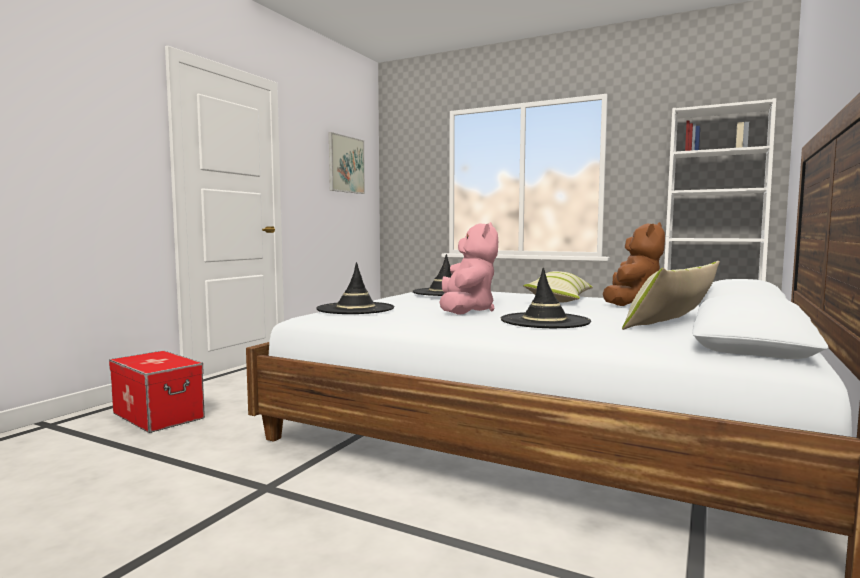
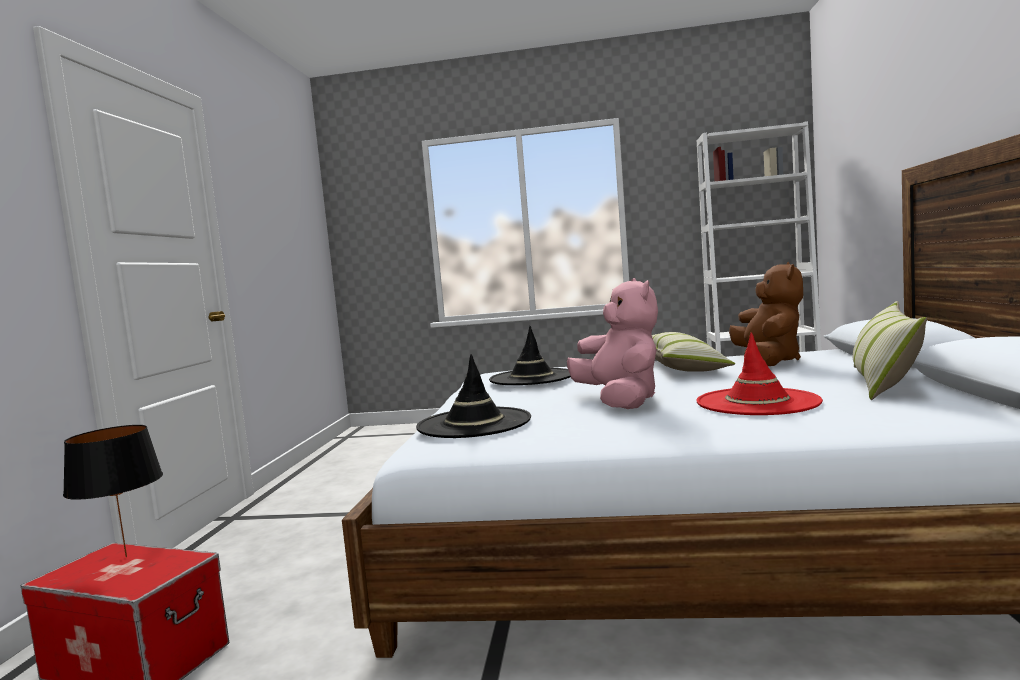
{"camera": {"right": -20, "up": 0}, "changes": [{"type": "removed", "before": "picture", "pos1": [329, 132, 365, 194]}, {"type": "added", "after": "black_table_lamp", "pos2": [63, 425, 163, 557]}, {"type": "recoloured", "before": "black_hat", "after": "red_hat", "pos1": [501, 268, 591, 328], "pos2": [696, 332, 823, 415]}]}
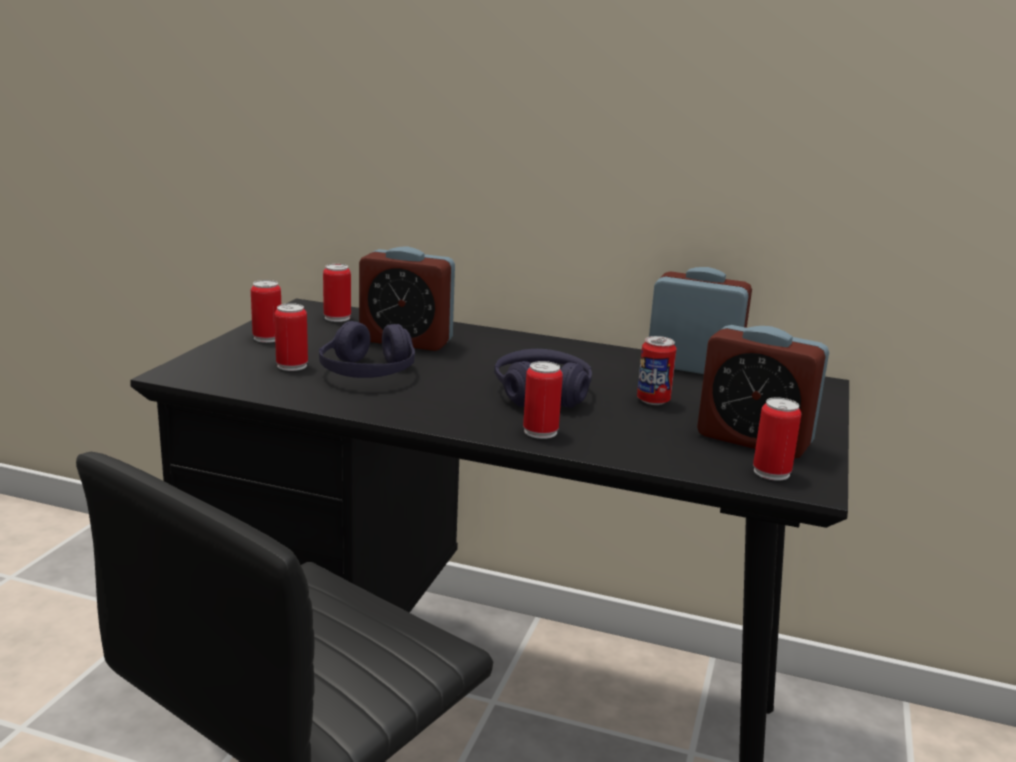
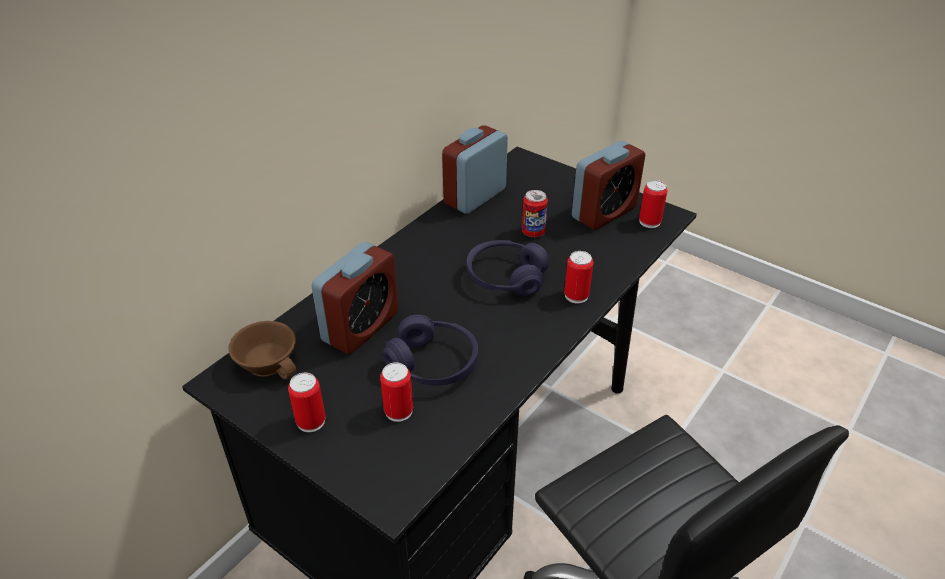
{"camera": {"right": -70, "up": 20}, "changes": [{"type": "replaced", "before": "can", "after": "brown_cup", "pos1": [323, 264, 351, 322], "pos2": [228, 321, 296, 380]}]}
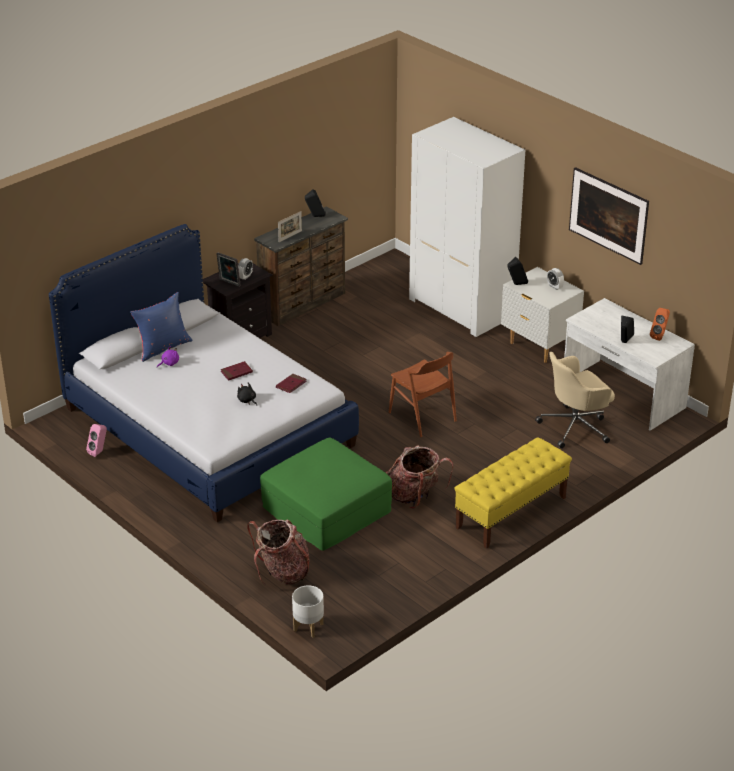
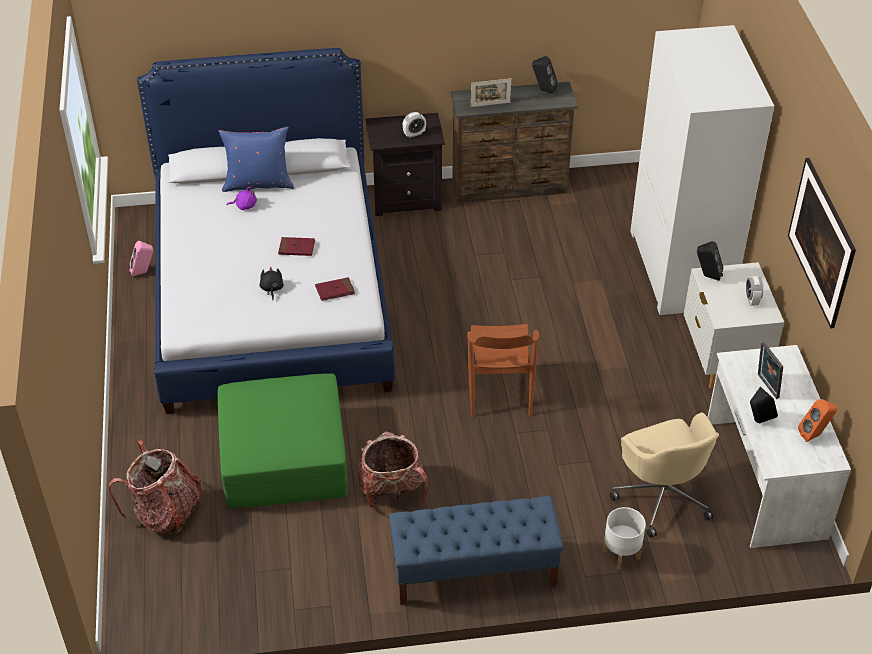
{"camera": {"right": 35, "up": 10}, "changes": [{"type": "moved", "before": "picture_frame", "pos1": [216, 253, 241, 287], "pos2": [758, 342, 783, 399]}, {"type": "moved", "before": "white_planter", "pos1": [292, 585, 324, 638], "pos2": [603, 507, 646, 570]}, {"type": "recoloured", "before": "yellow_bench", "after": "blue_bench", "pos1": [455, 437, 572, 549], "pos2": [389, 496, 564, 605]}, {"type": "turned", "before": "beige_office_chair", "pos1": [535, 352, 615, 448], "pos2": [610, 413, 719, 538], "turn": -120}]}
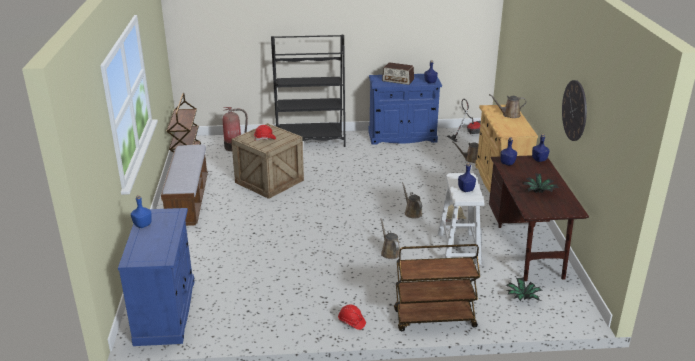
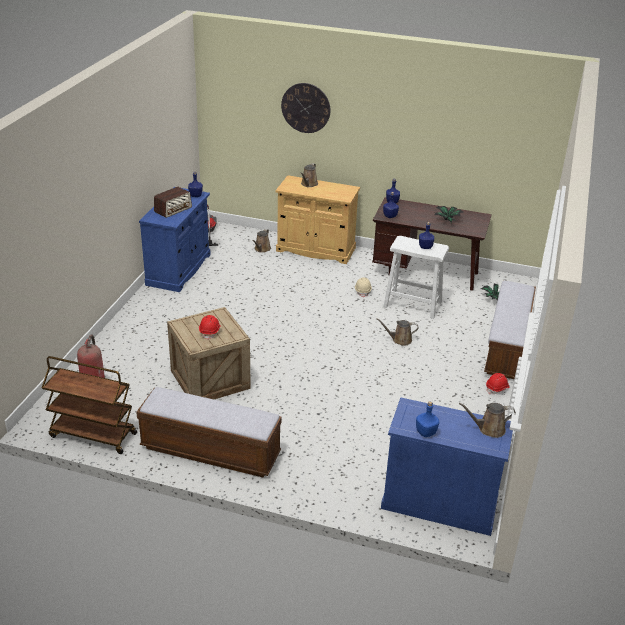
{"camera": {"right": -70, "up": 5}, "changes": [{"type": "removed", "before": "black_bookcase", "pos1": [271, 35, 346, 147]}, {"type": "moved", "before": "brown_watering_can", "pos1": [402, 182, 422, 219], "pos2": [459, 403, 516, 438]}, {"type": "moved", "before": "wall_clock", "pos1": [562, 80, 587, 141], "pos2": [281, 83, 330, 133]}, {"type": "replaced", "before": "brown_cart", "after": "bench", "pos1": [394, 244, 480, 331], "pos2": [484, 281, 536, 379]}]}
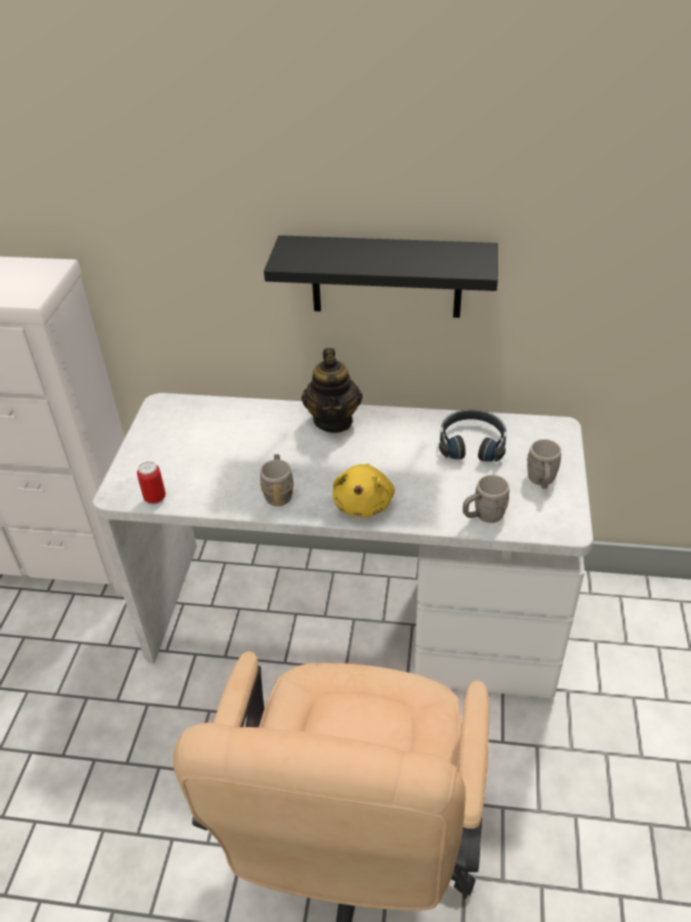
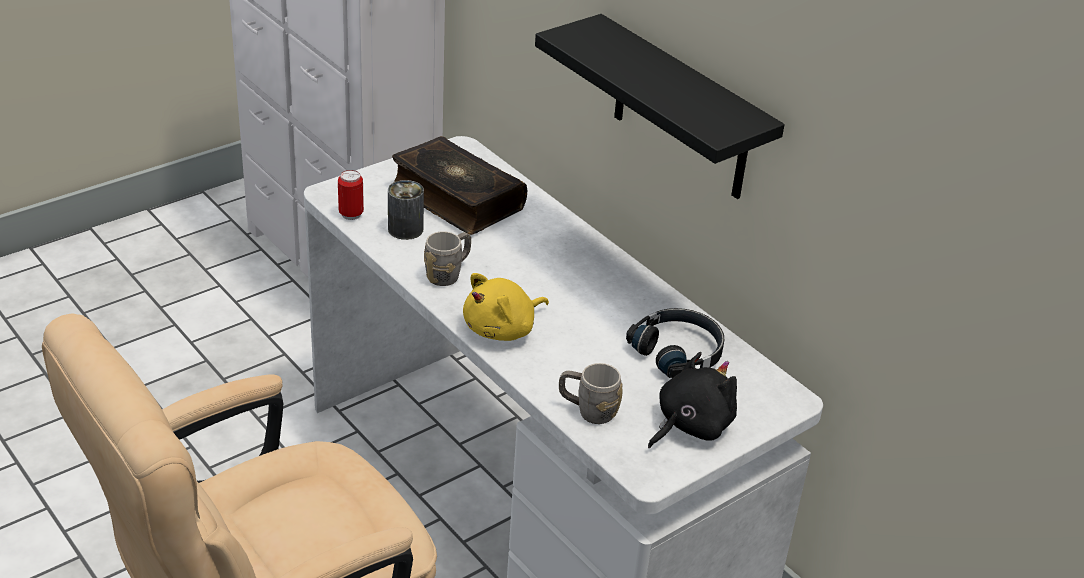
{"camera": {"right": 40, "up": -5}, "changes": [{"type": "removed", "before": "teapot", "pos1": [301, 348, 363, 433]}, {"type": "added", "after": "can", "pos2": [388, 180, 424, 240]}, {"type": "added", "after": "book", "pos2": [392, 136, 527, 235]}, {"type": "replaced", "before": "grey_mug", "after": "black_plush_toy", "pos1": [527, 439, 561, 489], "pos2": [648, 352, 737, 448]}]}
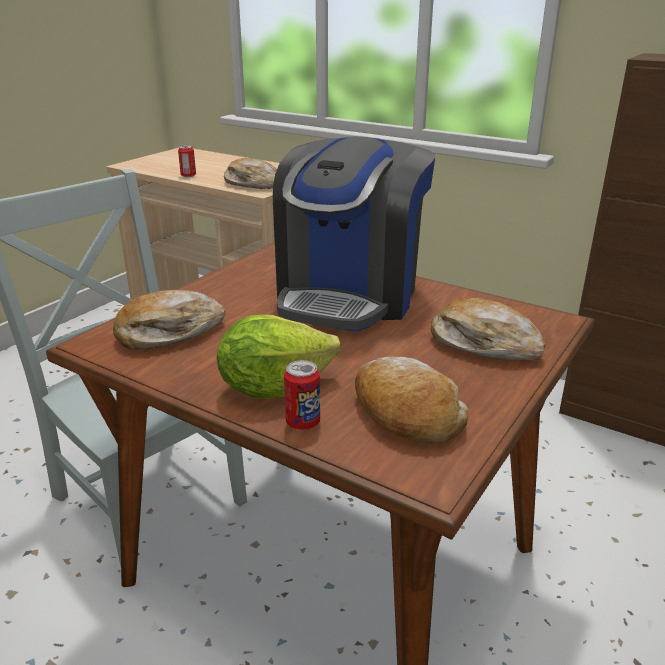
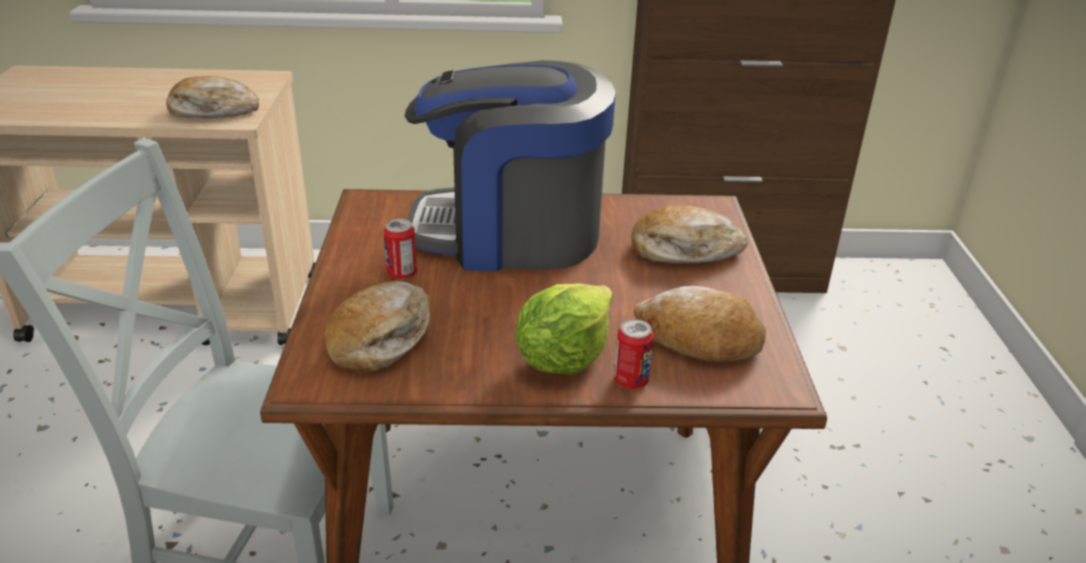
{"camera": {"right": -35, "up": 5}, "changes": [{"type": "moved", "before": "can", "pos1": [178, 145, 196, 177], "pos2": [384, 219, 417, 279]}, {"type": "turned", "before": "coffee_machine", "pos1": [273, 136, 435, 332], "pos2": [405, 60, 616, 272], "turn": 105}]}
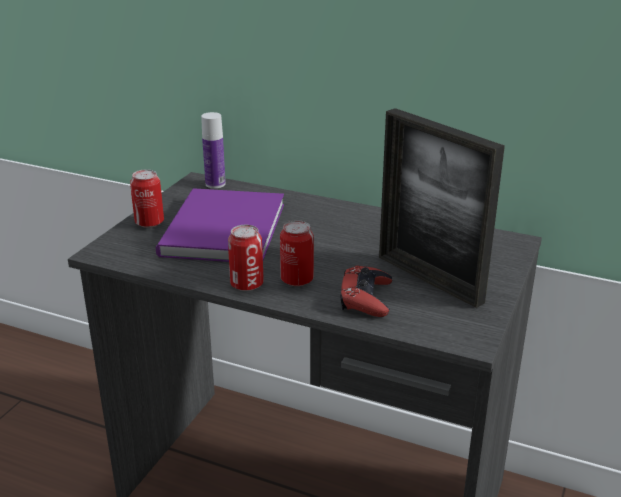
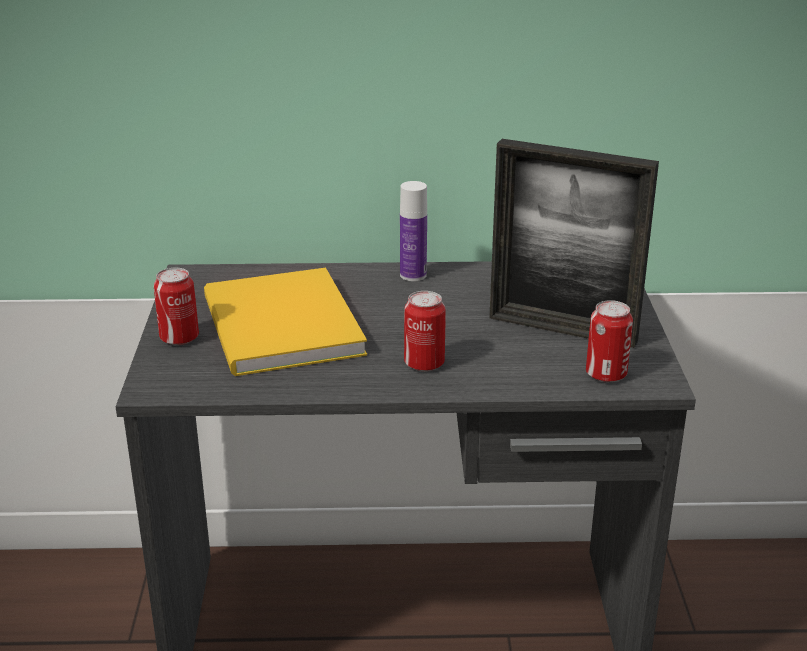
{"camera": {"right": -25, "up": 0}, "changes": [{"type": "removed", "before": "red_game_controller", "pos1": [340, 265, 392, 317]}, {"type": "moved", "before": "bottle", "pos1": [201, 112, 226, 188], "pos2": [400, 181, 427, 281]}, {"type": "moved", "before": "can", "pos1": [228, 225, 264, 291], "pos2": [586, 300, 633, 382]}, {"type": "recoloured", "before": "purple_book", "after": "yellow_book", "pos1": [155, 188, 284, 262], "pos2": [204, 268, 367, 376]}]}
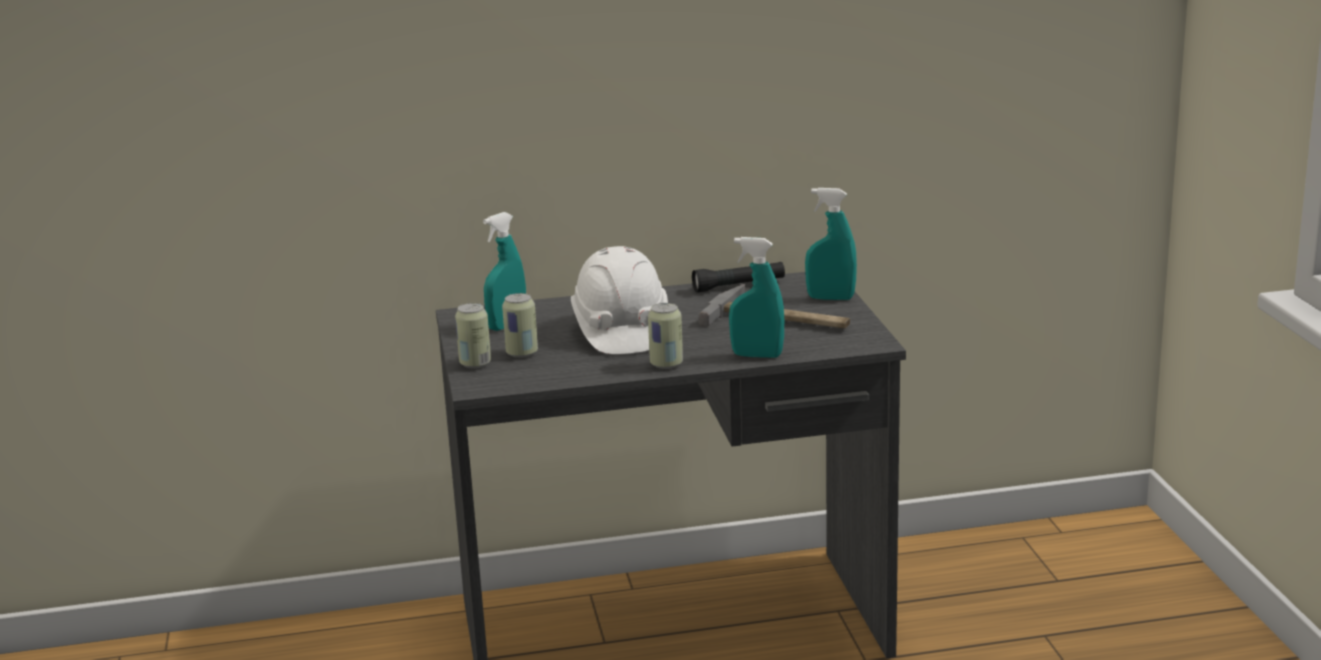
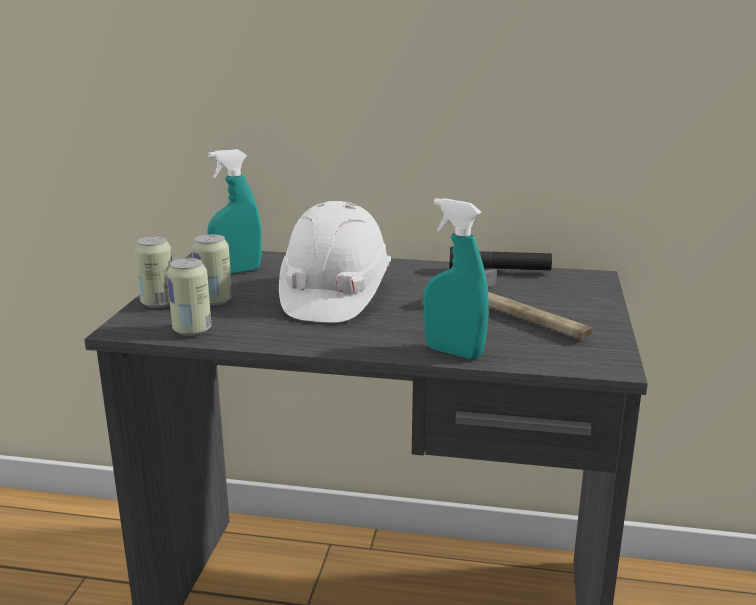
{"camera": {"right": 20, "up": 0}, "changes": [{"type": "removed", "before": "turquoise_spray_bottle", "pos1": [805, 188, 857, 300]}, {"type": "moved", "before": "can", "pos1": [648, 303, 683, 369], "pos2": [167, 258, 211, 336]}]}
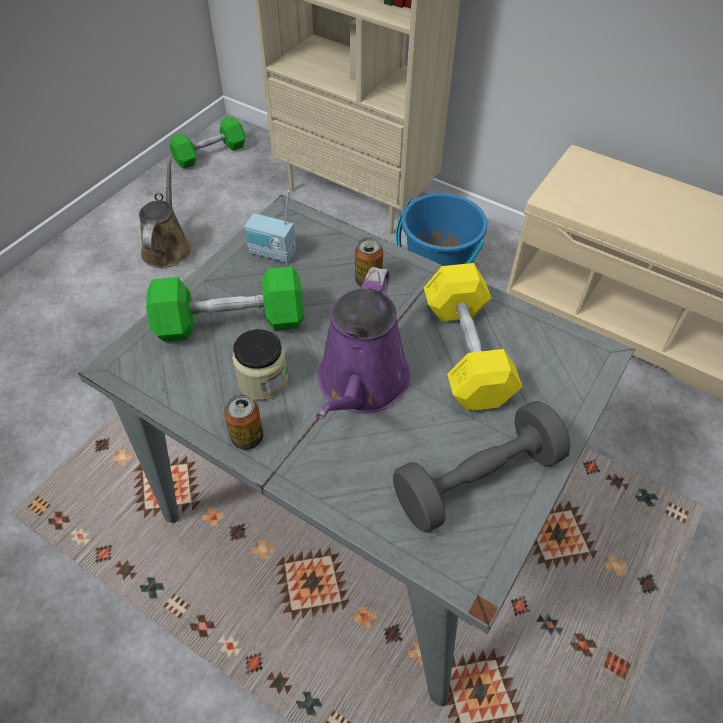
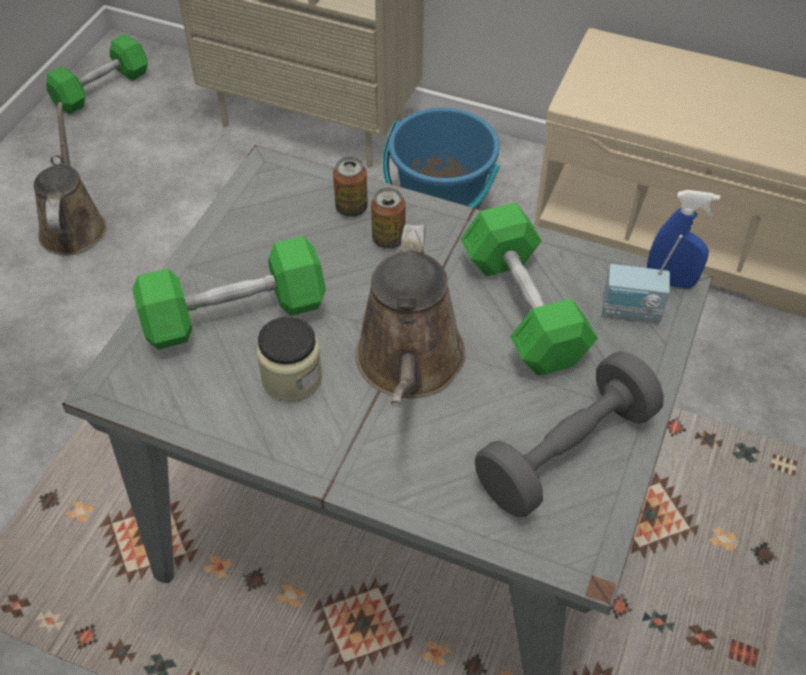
{"camera": {"right": -10, "up": 0}, "changes": [{"type": "added", "after": "blue_spray_bottle", "pos2": [647, 190, 720, 289]}, {"type": "moved", "before": "can", "pos1": [224, 395, 263, 450], "pos2": [333, 157, 368, 217]}, {"type": "moved", "before": "radio", "pos1": [244, 191, 296, 263], "pos2": [602, 235, 682, 322]}, {"type": "recoloured", "before": "purple_watering_can", "after": "brown_watering_can", "pos1": [316, 267, 410, 419], "pos2": [355, 224, 465, 406]}, {"type": "recoloured", "before": "yellow_dumbbell", "after": "green_dumbbell", "pos1": [424, 263, 523, 410], "pos2": [461, 203, 598, 376]}]}
